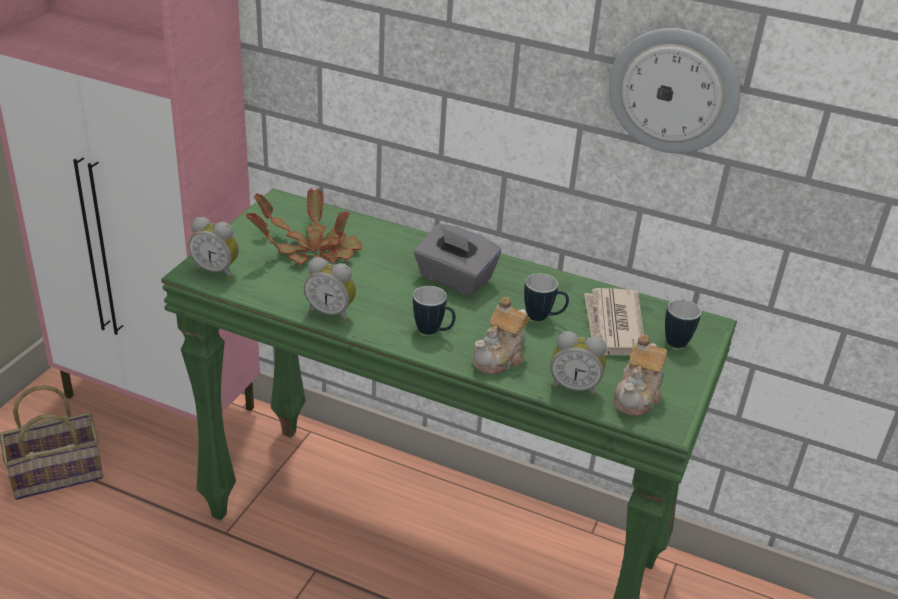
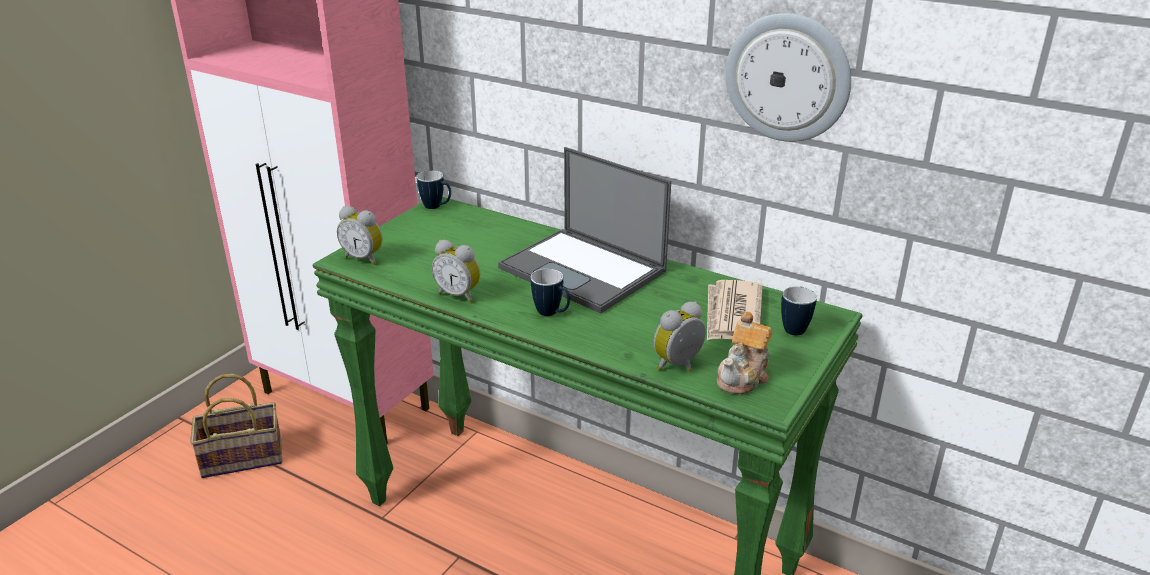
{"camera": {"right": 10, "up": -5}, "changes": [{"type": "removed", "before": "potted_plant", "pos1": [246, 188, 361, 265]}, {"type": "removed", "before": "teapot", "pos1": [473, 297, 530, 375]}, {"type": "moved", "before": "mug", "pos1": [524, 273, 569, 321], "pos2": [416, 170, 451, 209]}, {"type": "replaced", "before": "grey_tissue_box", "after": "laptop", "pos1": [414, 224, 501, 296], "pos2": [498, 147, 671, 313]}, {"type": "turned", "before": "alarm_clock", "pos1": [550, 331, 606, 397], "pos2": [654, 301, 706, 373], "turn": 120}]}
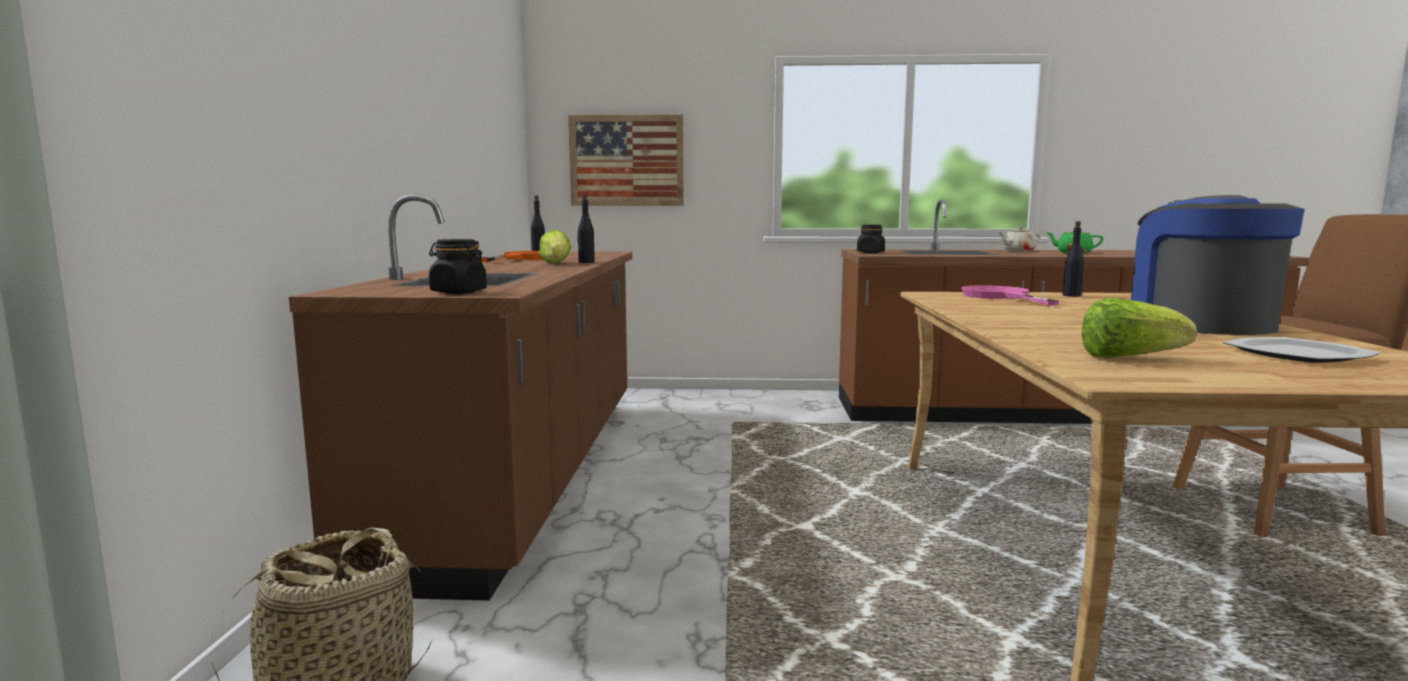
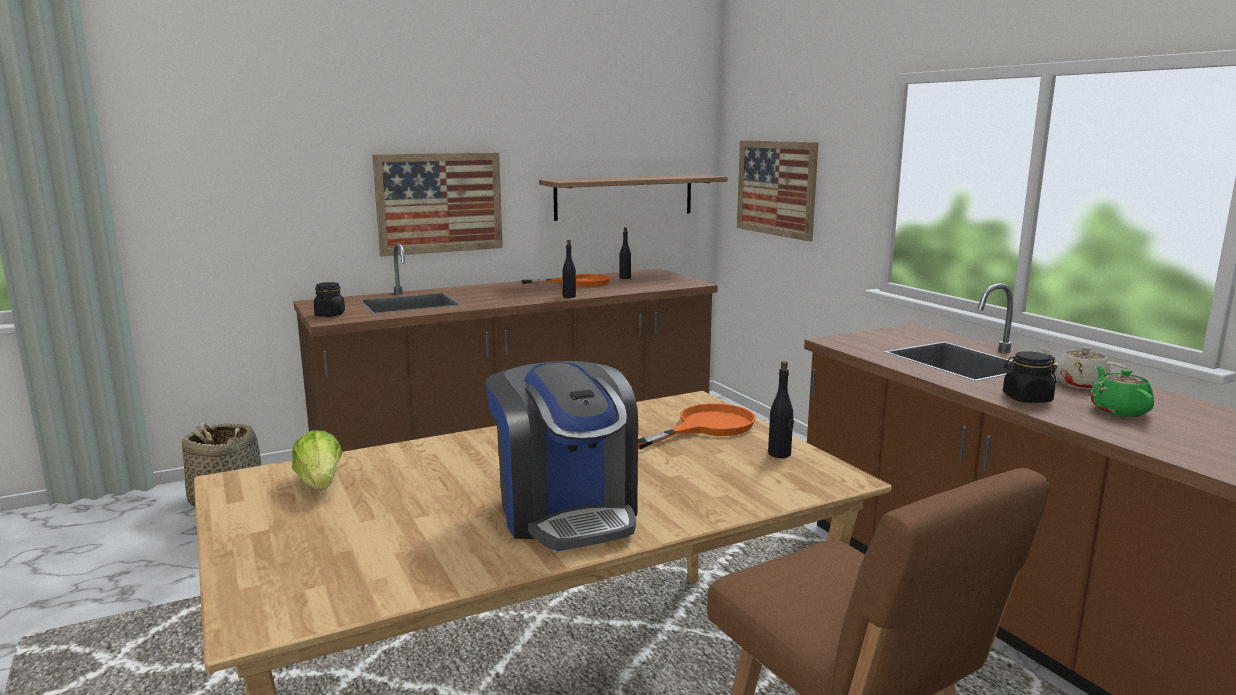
{"camera": {"right": 60, "up": 5}, "changes": [{"type": "removed", "before": "lettuce", "pos1": [539, 230, 571, 263]}, {"type": "removed", "before": "plate", "pos1": [1223, 337, 1381, 363]}, {"type": "added", "after": "picture", "pos2": [372, 152, 503, 256]}, {"type": "added", "after": "shelf", "pos2": [539, 175, 727, 221]}, {"type": "moved", "before": "black_jar", "pos1": [857, 224, 885, 253], "pos2": [1003, 351, 1057, 403]}, {"type": "recoloured", "before": "pink_frying_pan", "after": "orange_frying_pan", "pos1": [961, 285, 1059, 305], "pos2": [638, 403, 756, 450]}, {"type": "turned", "before": "coffee_machine", "pos1": [1131, 195, 1305, 335], "pos2": [486, 361, 638, 551], "turn": 105}]}
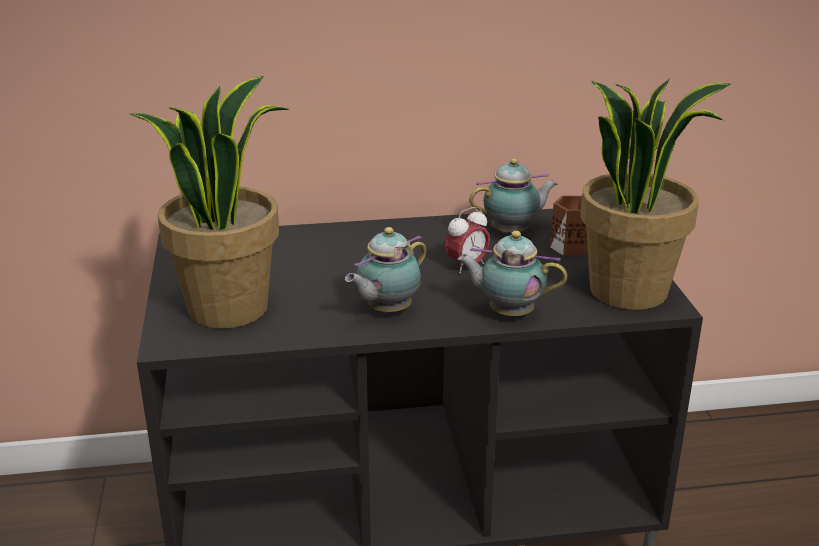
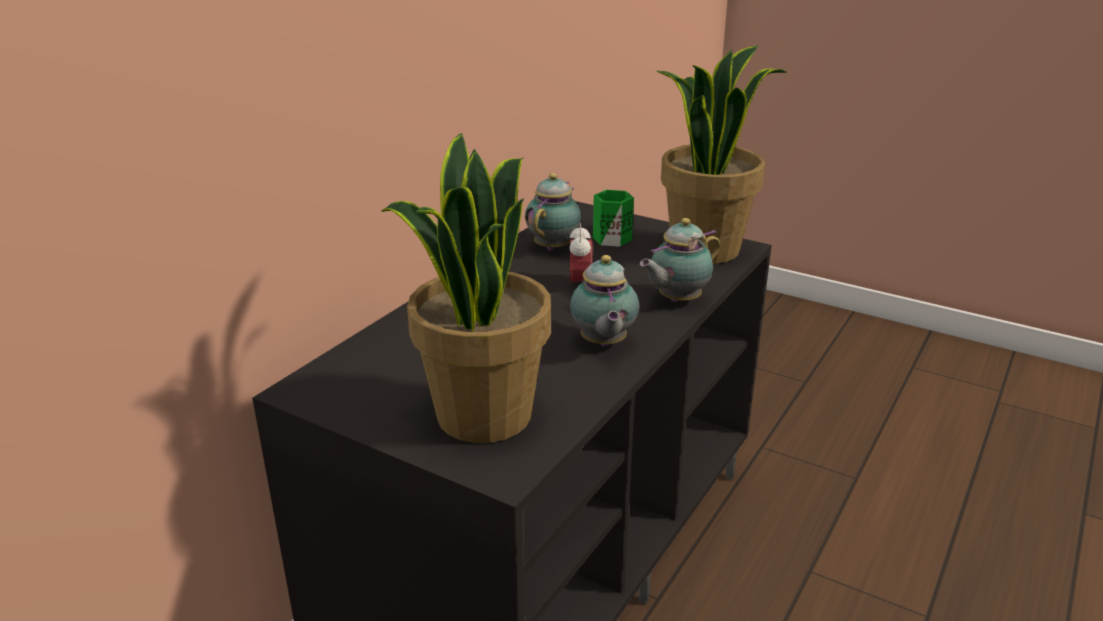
{"camera": {"right": -50, "up": 0}, "changes": [{"type": "recoloured", "before": "brown_mug", "after": "green_mug", "pos1": [550, 196, 588, 255], "pos2": [593, 190, 634, 247]}]}
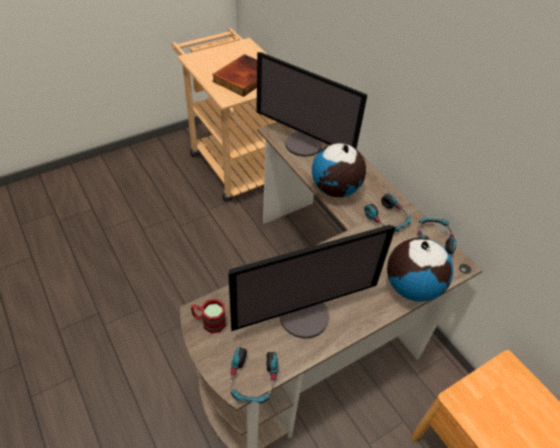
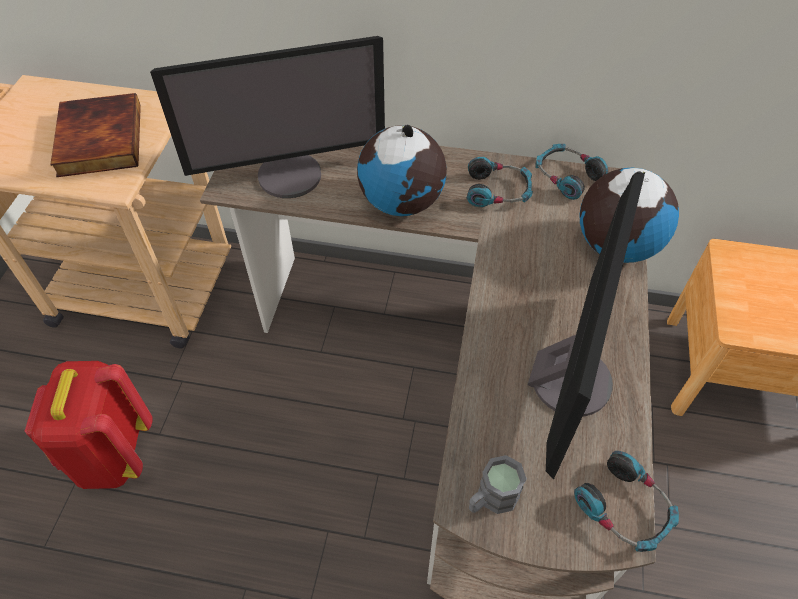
{"camera": {"right": -45, "up": 5}, "changes": [{"type": "added", "after": "red_backpack", "pos2": [25, 361, 153, 489]}, {"type": "recoloured", "before": "red_mug", "after": "grey_mug", "pos1": [191, 299, 226, 334], "pos2": [469, 455, 527, 514]}]}
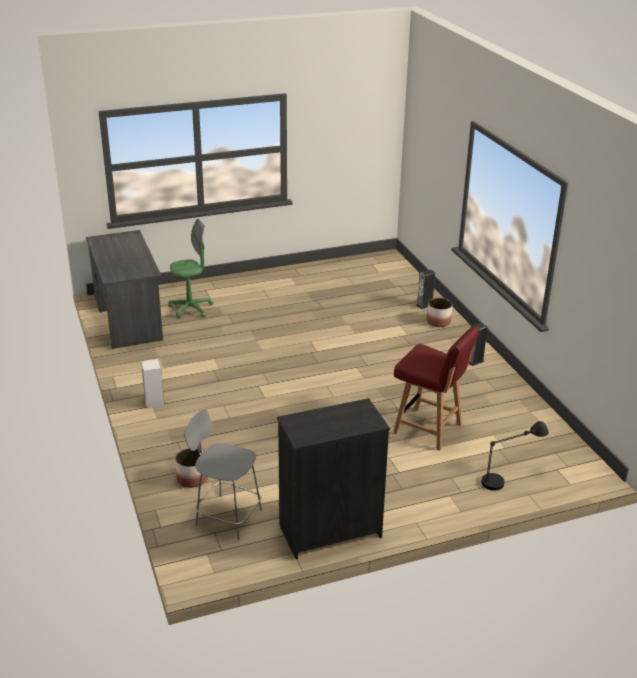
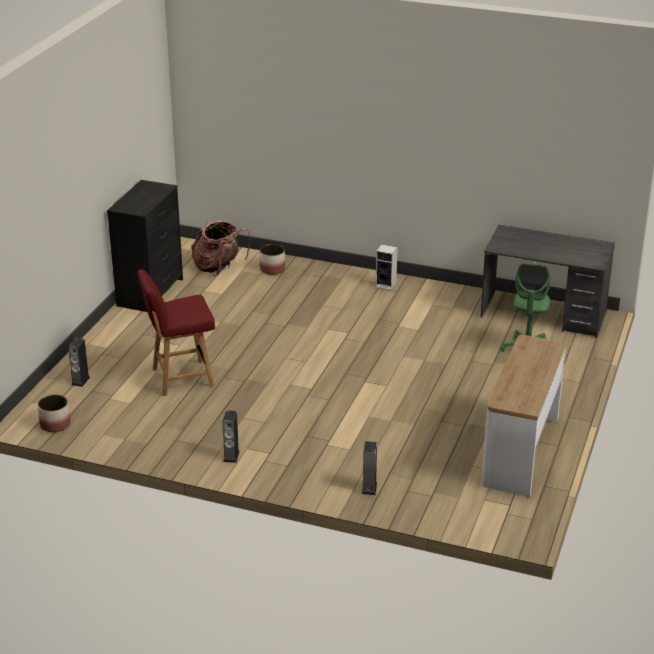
{"camera": {"right": 130, "up": 0}, "changes": [{"type": "added", "after": "console_table", "pos2": [481, 335, 566, 497]}, {"type": "moved", "before": "planter", "pos1": [427, 298, 452, 327], "pos2": [37, 395, 71, 432]}, {"type": "replaced", "before": "grey_chair", "after": "backpack", "pos1": [184, 409, 262, 540], "pos2": [191, 220, 251, 276]}, {"type": "replaced", "before": "black_table_lamp", "after": "speaker", "pos1": [481, 421, 549, 491], "pos2": [68, 338, 90, 387]}]}
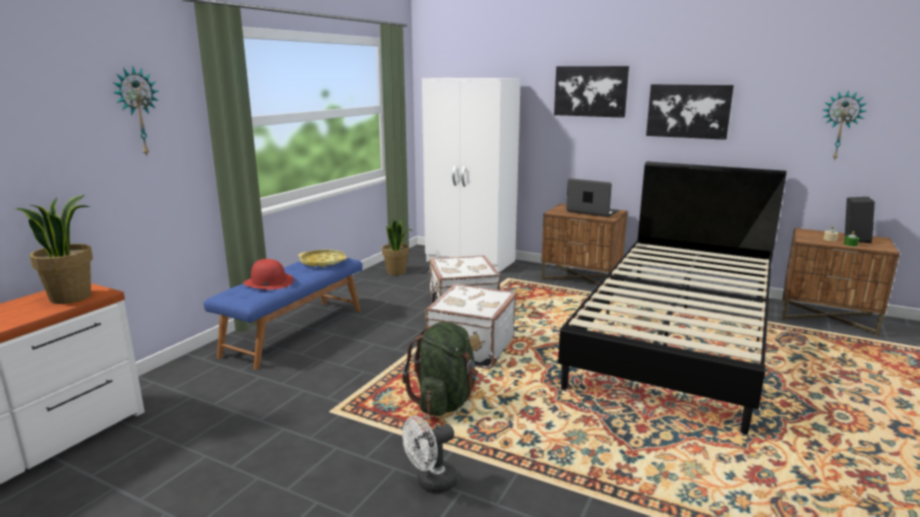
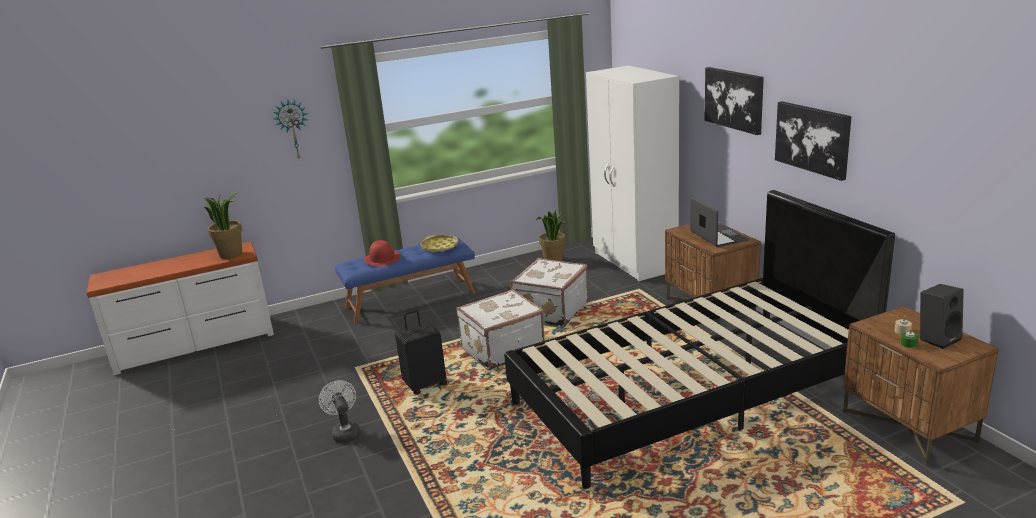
{"camera": {"right": 40, "up": 5}, "changes": [{"type": "removed", "before": "wall_clock", "pos1": [823, 90, 867, 161]}, {"type": "replaced", "before": "green_backpack", "after": "black_suitcase", "pos1": [402, 322, 479, 416], "pos2": [395, 310, 447, 395]}, {"type": "turned", "before": "white_fan", "pos1": [402, 416, 458, 493], "pos2": [319, 380, 361, 443], "turn": 60}]}
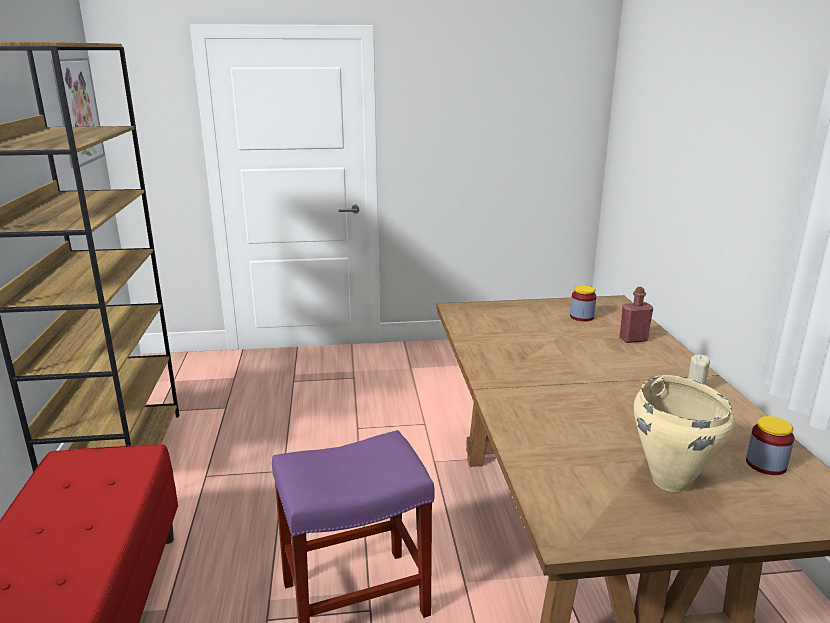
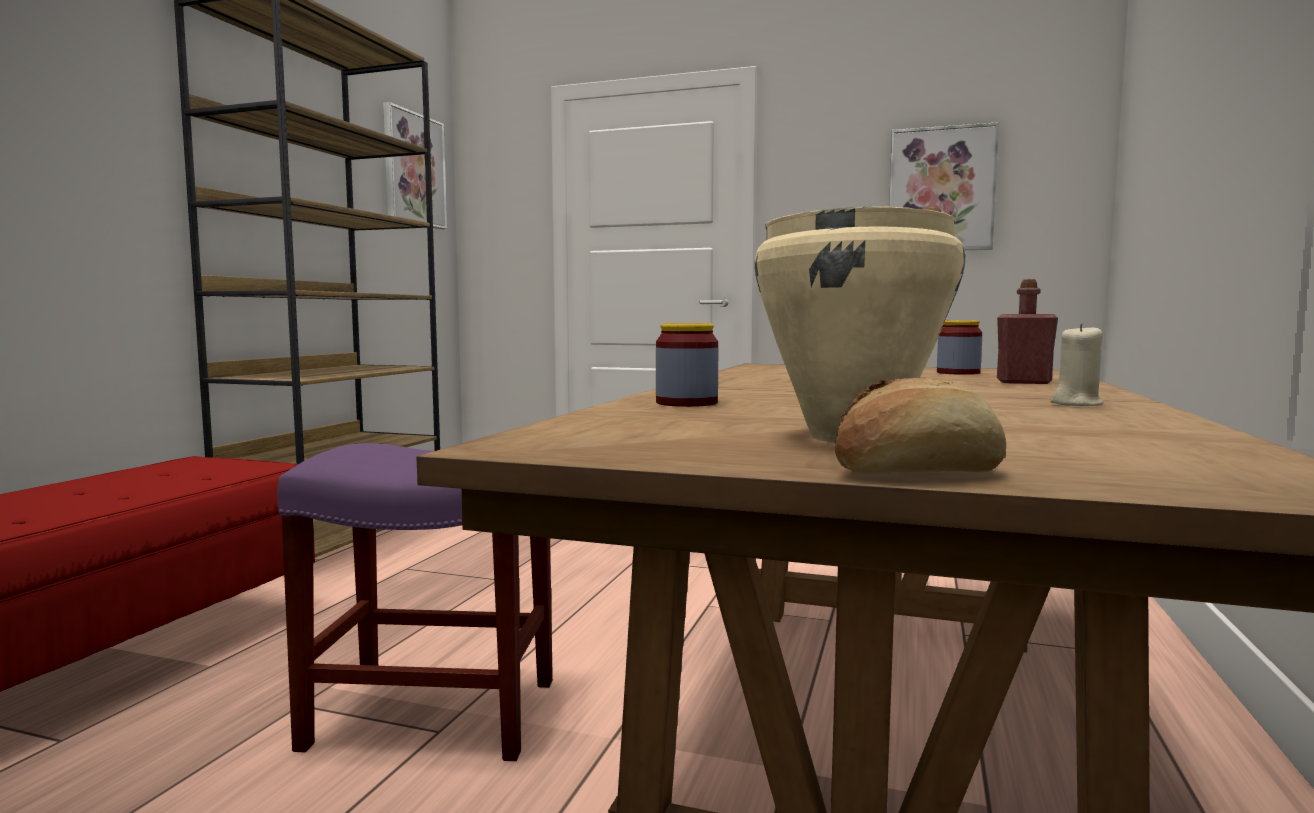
{"camera": {"right": 25, "up": -15}, "changes": [{"type": "added", "after": "bread", "pos2": [835, 378, 1006, 472]}, {"type": "added", "after": "picture", "pos2": [889, 122, 999, 250]}, {"type": "moved", "before": "jar", "pos1": [746, 416, 795, 475], "pos2": [656, 323, 718, 407]}]}
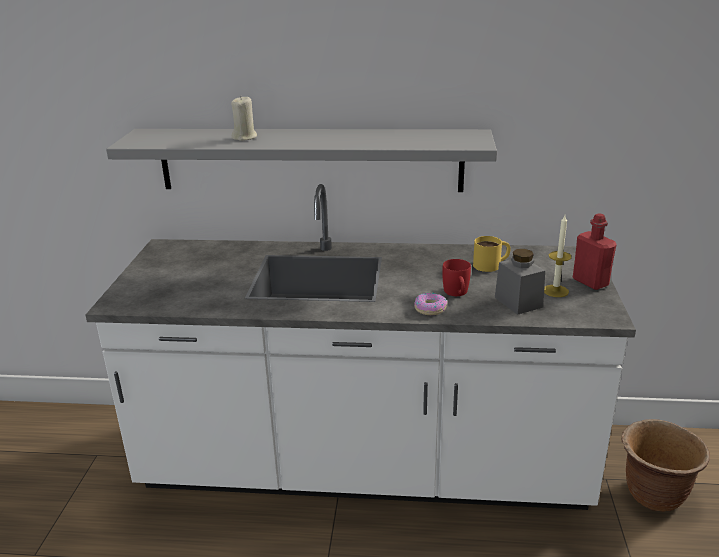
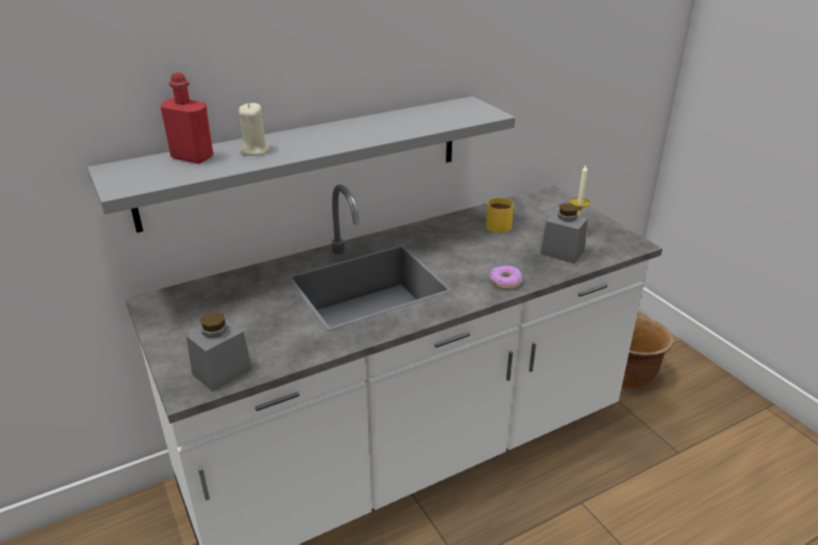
{"camera": {"right": -35, "up": 5}, "changes": [{"type": "removed", "before": "red_mug", "pos1": [442, 259, 471, 296]}, {"type": "added", "after": "grey_jar", "pos2": [186, 312, 252, 392]}, {"type": "moved", "before": "red_bottle", "pos1": [573, 213, 617, 290], "pos2": [160, 72, 213, 164]}]}
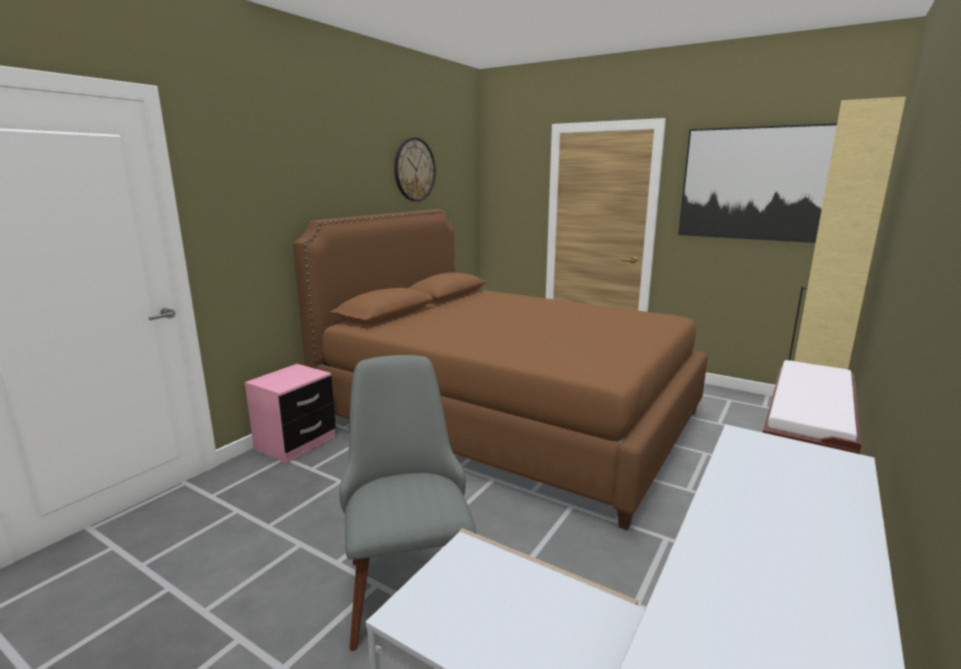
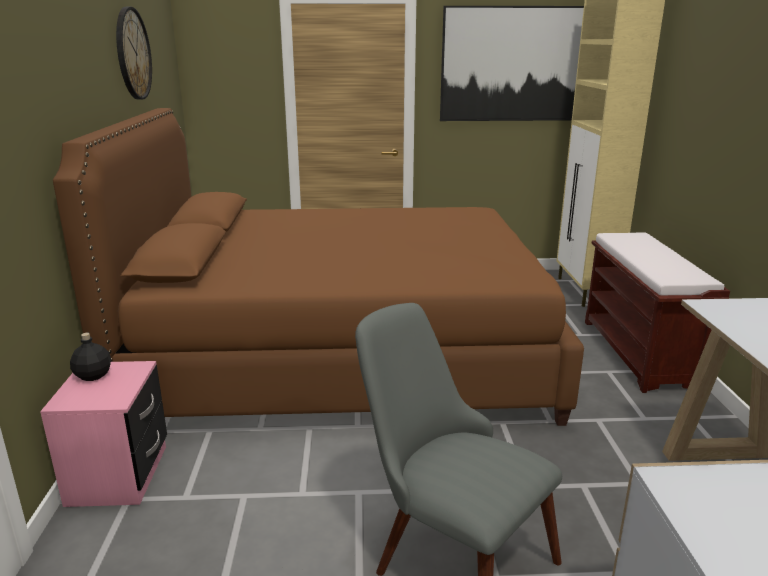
{"camera": {"right": -35, "up": 5}, "changes": [{"type": "added", "after": "black_bottle", "pos2": [70, 333, 111, 381]}]}
